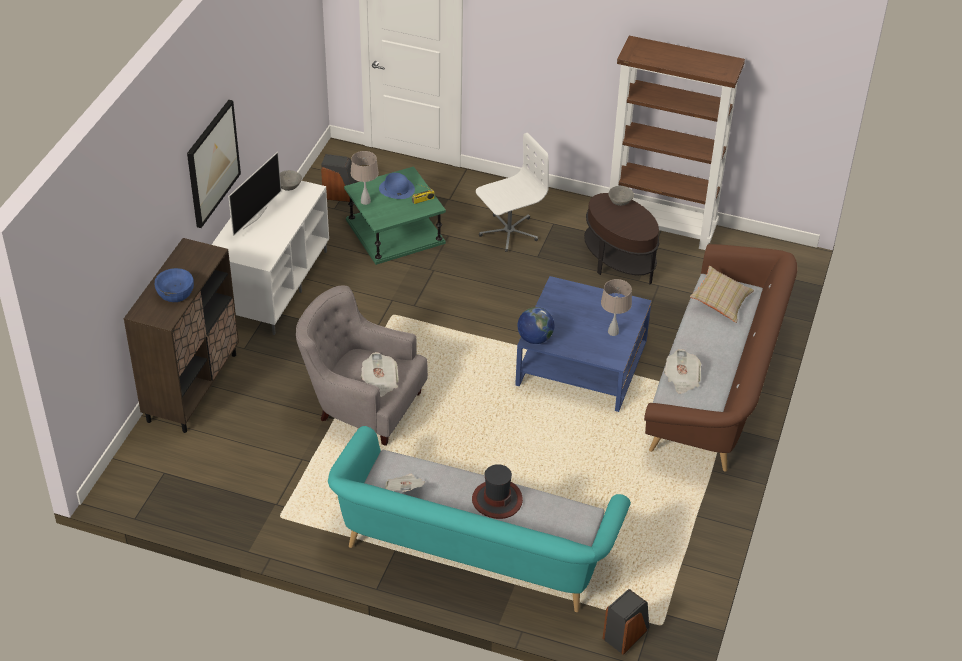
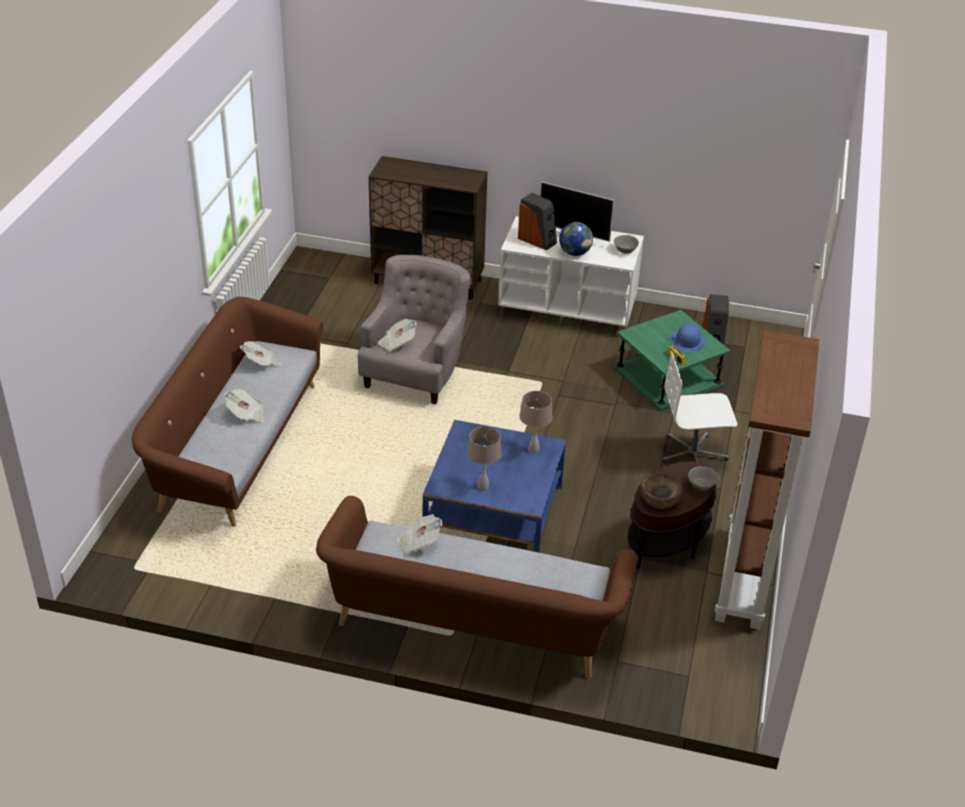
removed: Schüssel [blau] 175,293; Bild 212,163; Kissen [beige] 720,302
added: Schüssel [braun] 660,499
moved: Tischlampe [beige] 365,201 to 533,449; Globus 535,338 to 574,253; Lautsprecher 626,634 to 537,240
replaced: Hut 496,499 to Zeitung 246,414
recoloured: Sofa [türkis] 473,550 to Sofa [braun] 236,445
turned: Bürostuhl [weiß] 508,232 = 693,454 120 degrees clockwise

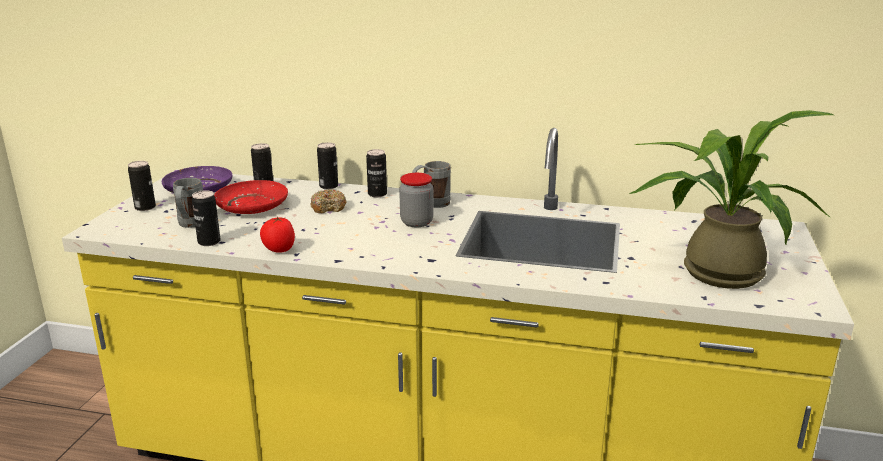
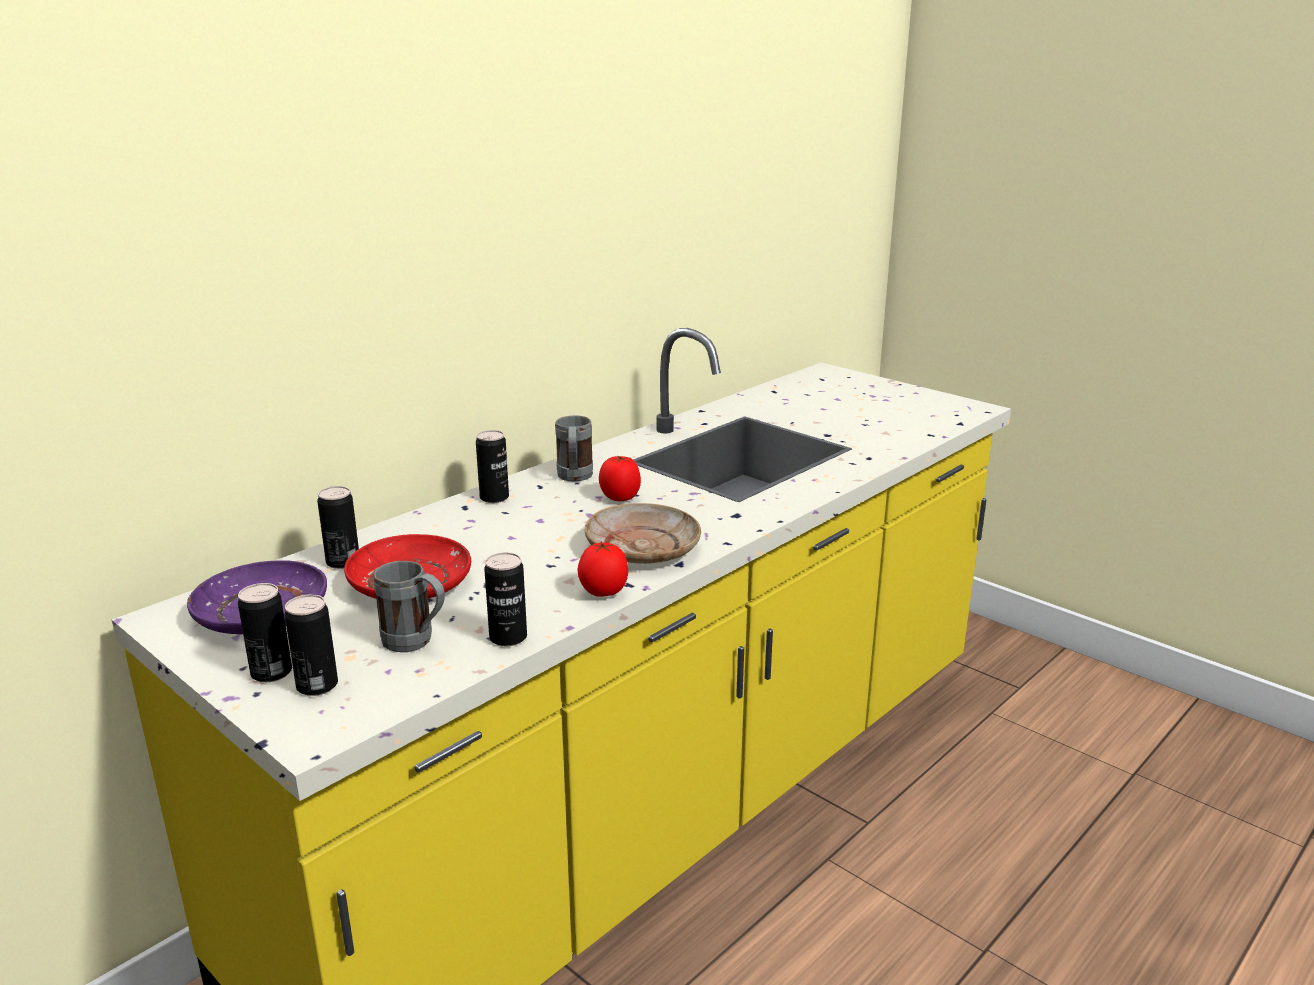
removed: Donut 328,207; Topfpflanze 713,270
added: Teller [beige] 642,548
moved: Dose 328,186 to 317,685
replaced: Vorratsglas 416,222 to Tomate 620,498

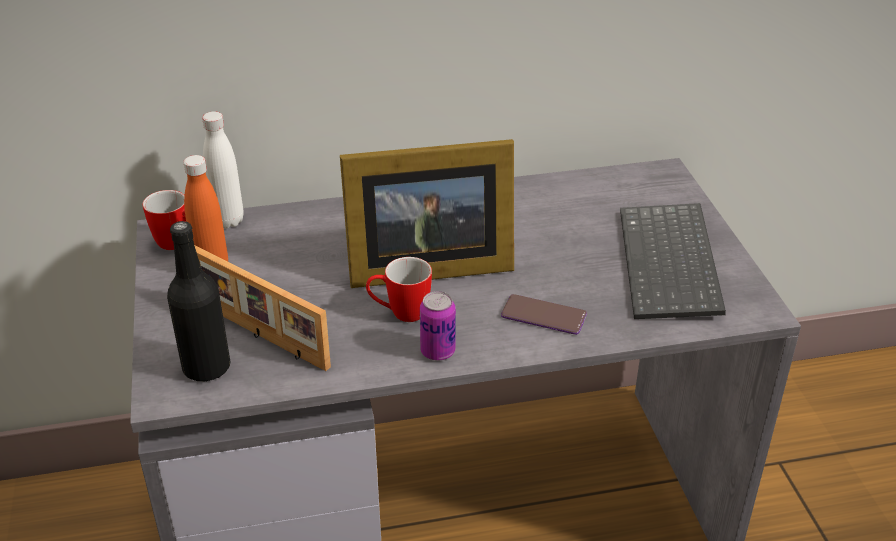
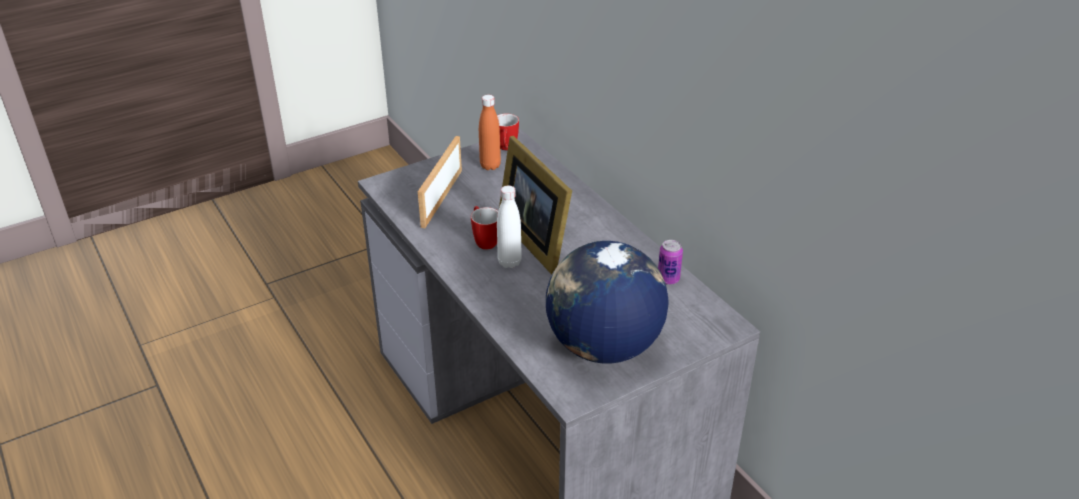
removed: Flasche [schwarz] 206,367; Handy 543,316
moved: Flasche [weiß] 228,221 to 509,262; Dose 437,351 to 668,279
replaced: Tastatur 672,265 to Globus 603,346

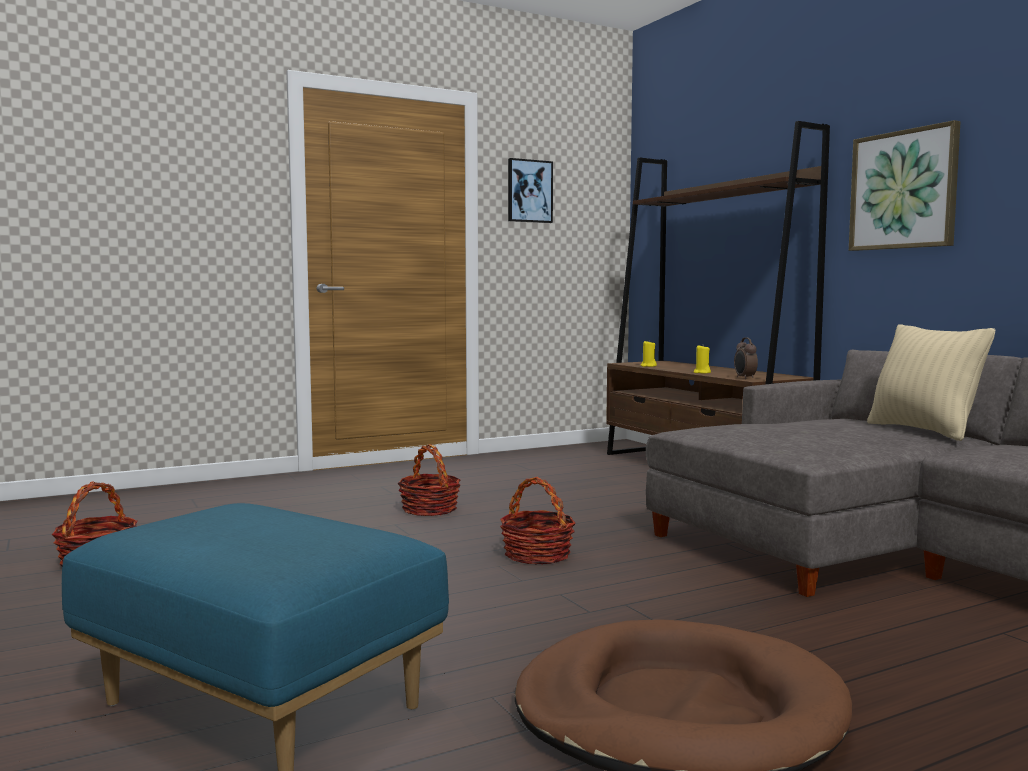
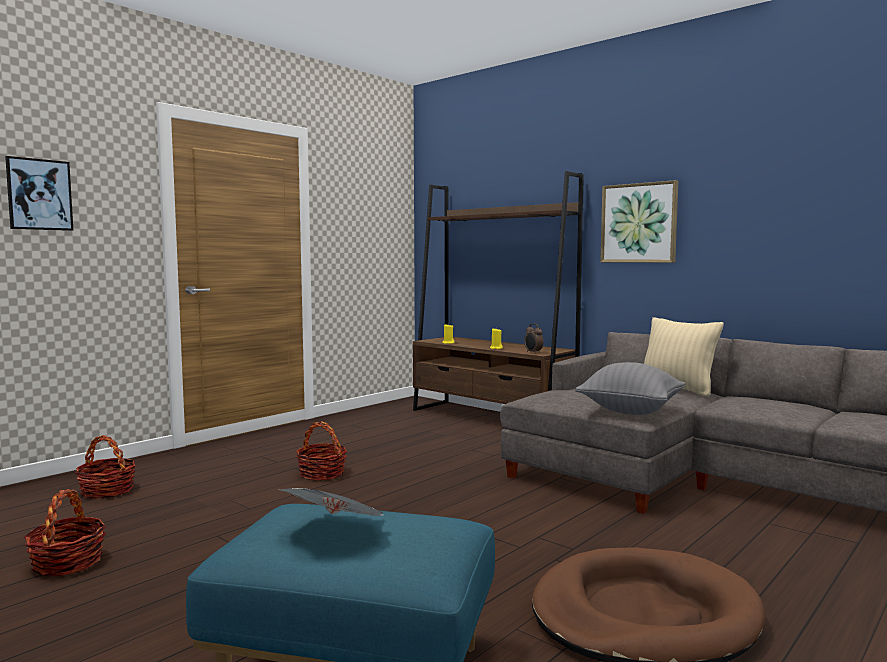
added: Zeitung 337,532; Kissen [grau] 630,411
moved: Korb 537,555 to 107,491; Bild 529,191 to 39,194

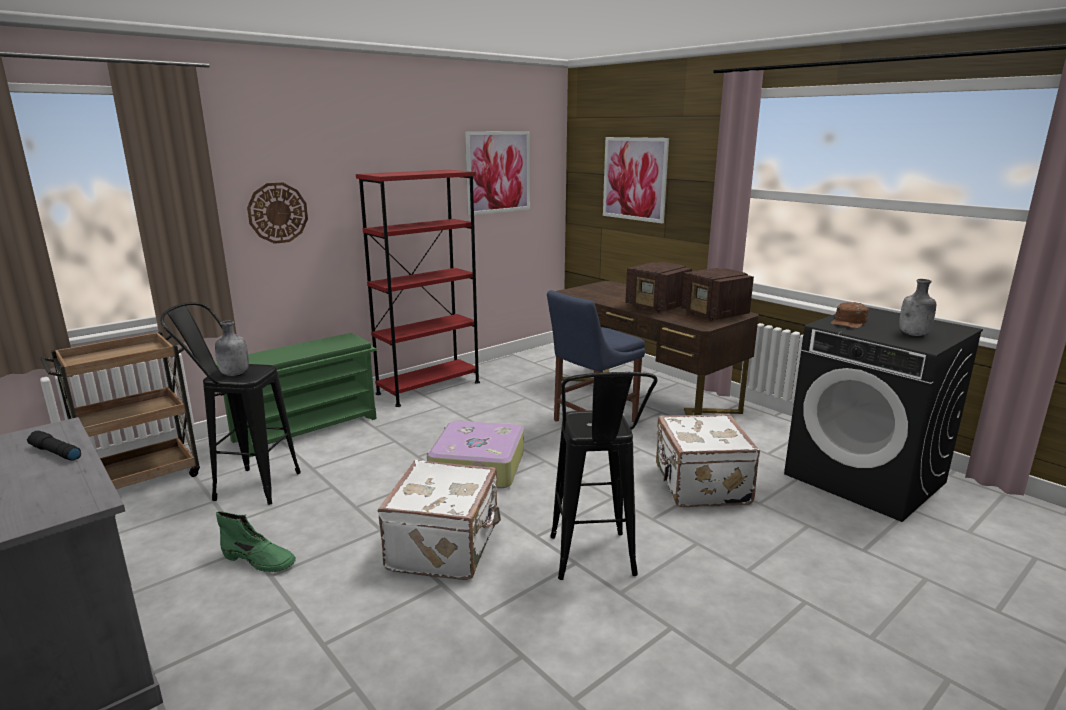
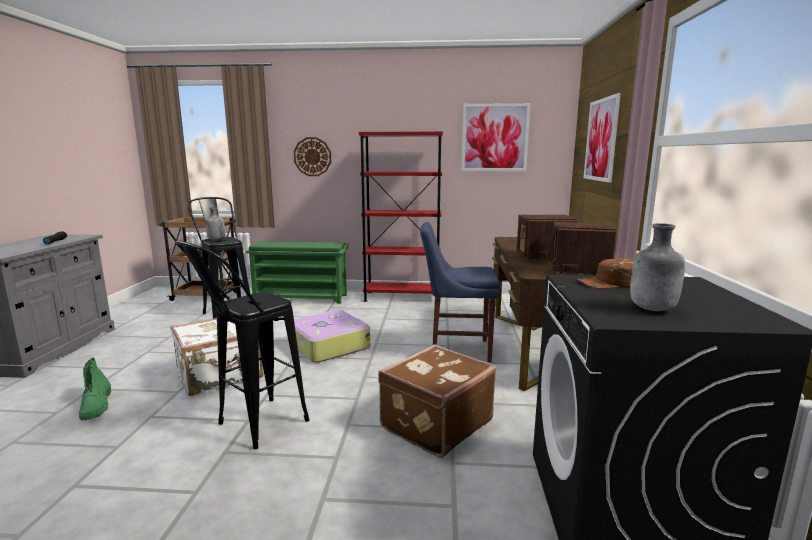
moved: Stiefel [grün] 259,560 to 96,406
recoloured: Koffer [weiß] 700,485 to Koffer [braun] 434,423

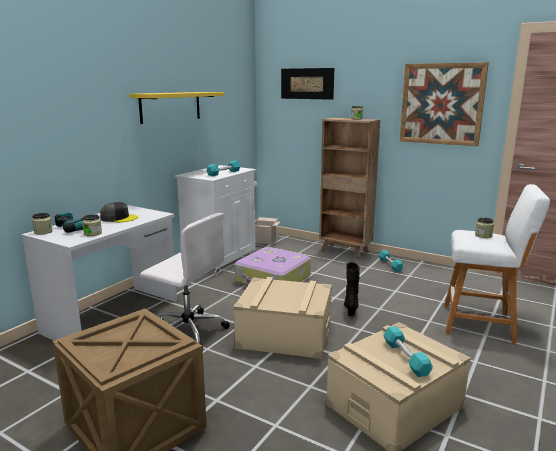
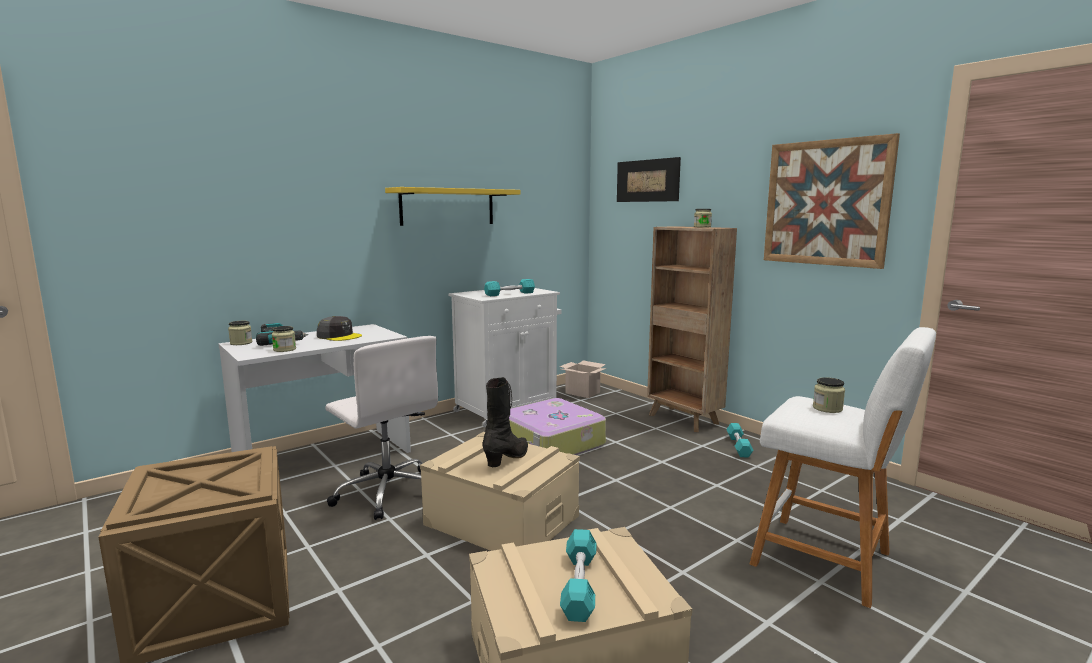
moved: Stiefel [schwarz] 351,309 to 508,458

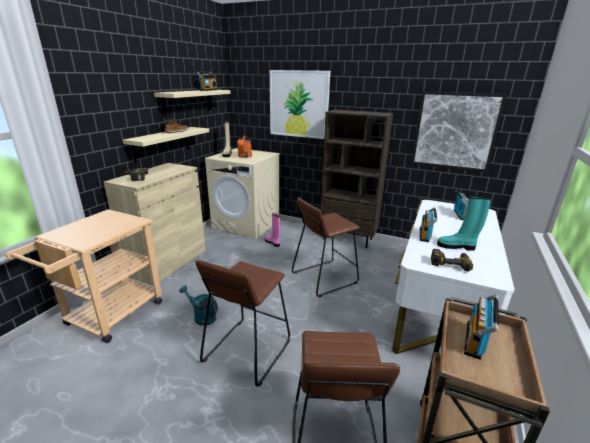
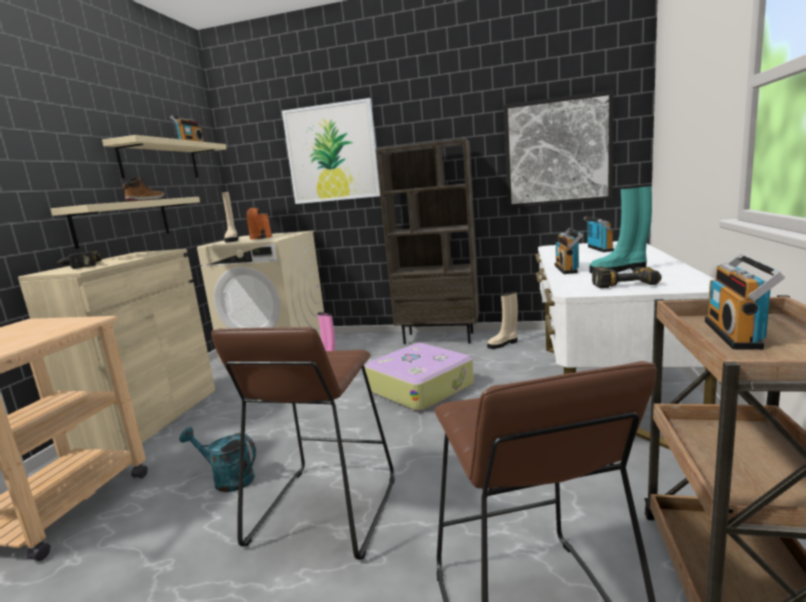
added: Stiefel [beige] 503,344
replaced: Hocker [braun] 324,277 to Koffer 421,387

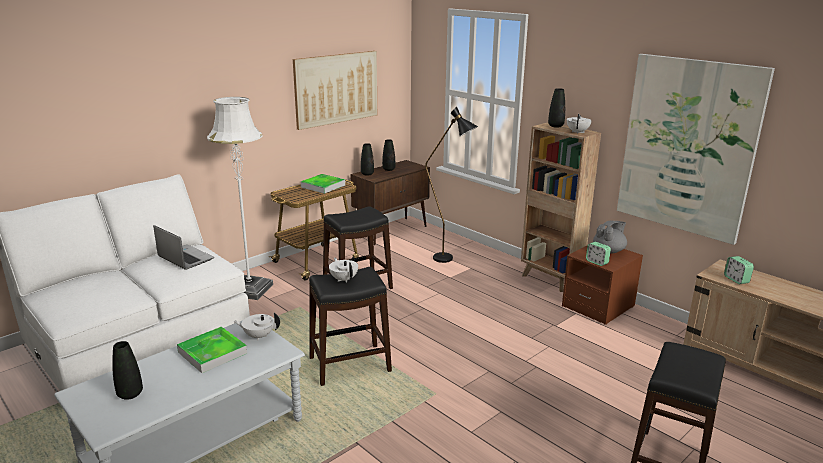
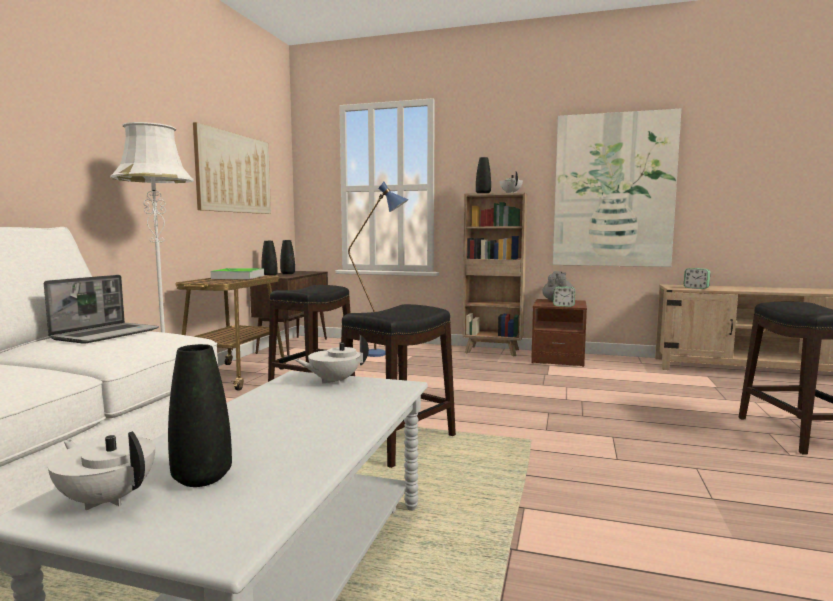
removed: Tablett 212,353
moved: Teekanne [weiß] 344,279 to 107,499
recoloured: Stehlampe [schwarz] 449,260 to Stehlampe [blau] 383,354
turned: Laptop 184,258 = 106,334 105 degrees clockwise

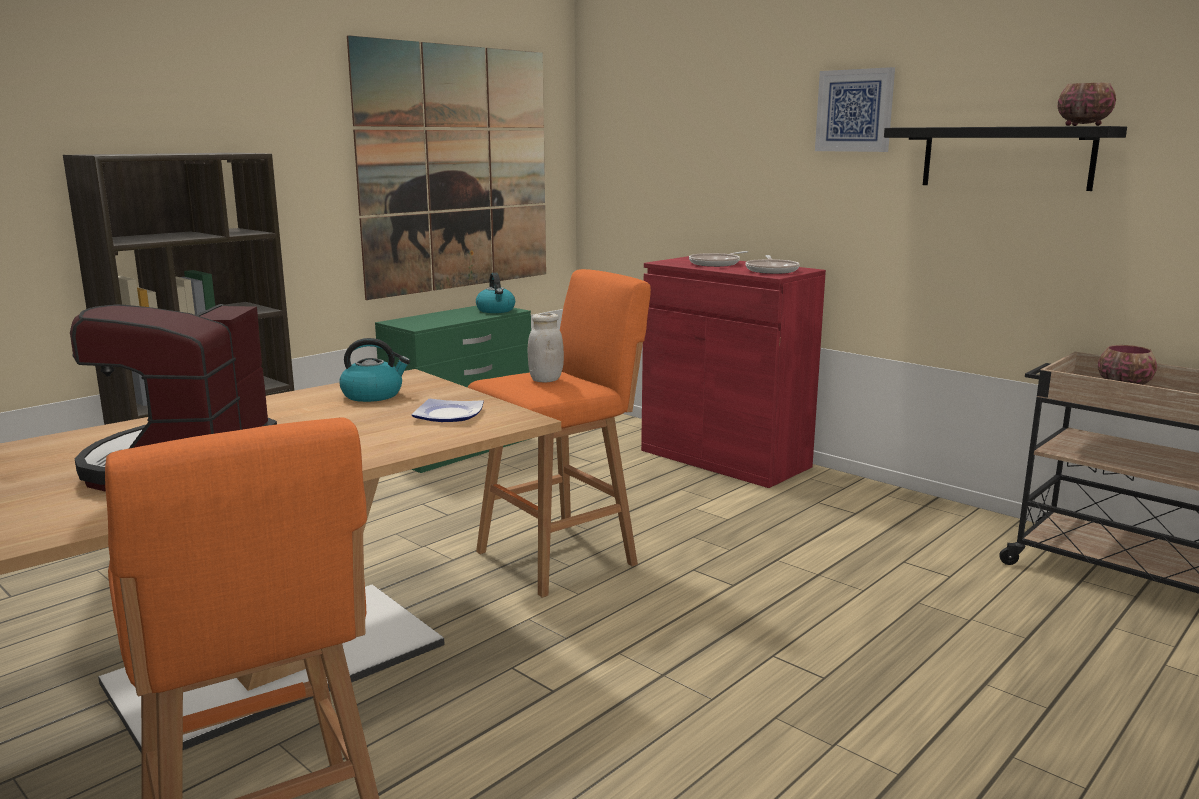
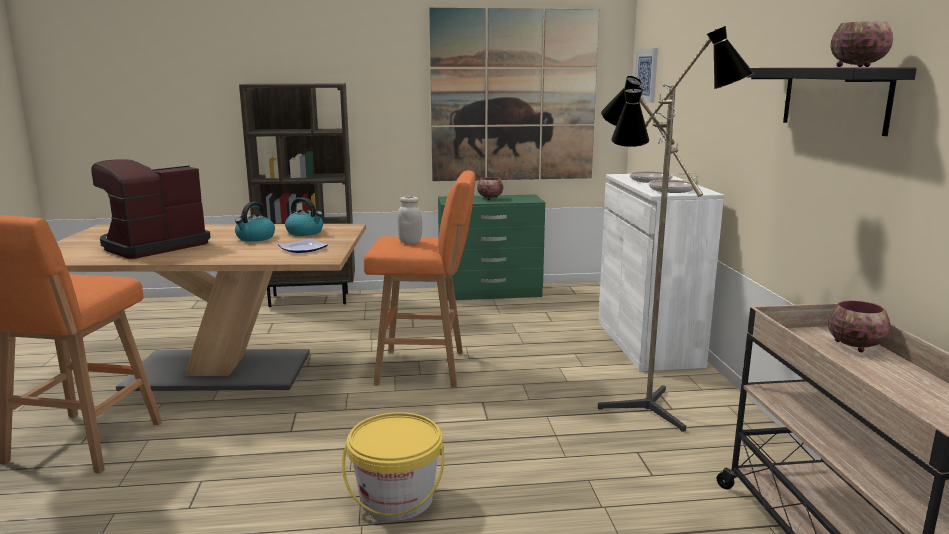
added: Eimer [gelb] 397,499; Schüssel 490,198; Stehlampe 641,412
moved: Wasserkessel 496,310 to 255,238; Bild 854,110 to 646,75
recoloured: Schrank [rot] 724,458 to Schrank [weiß] 648,343

